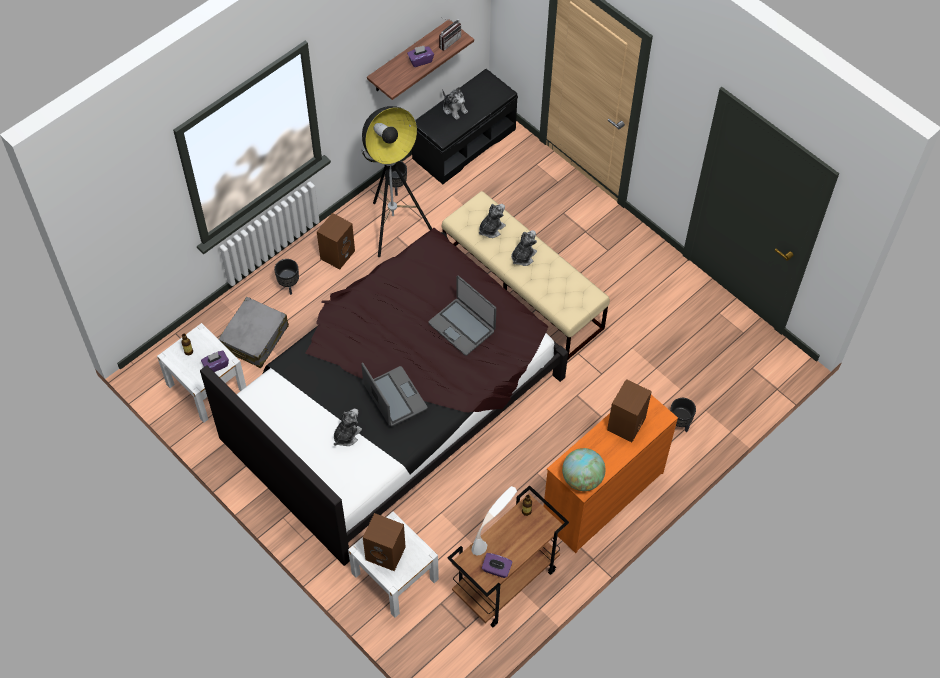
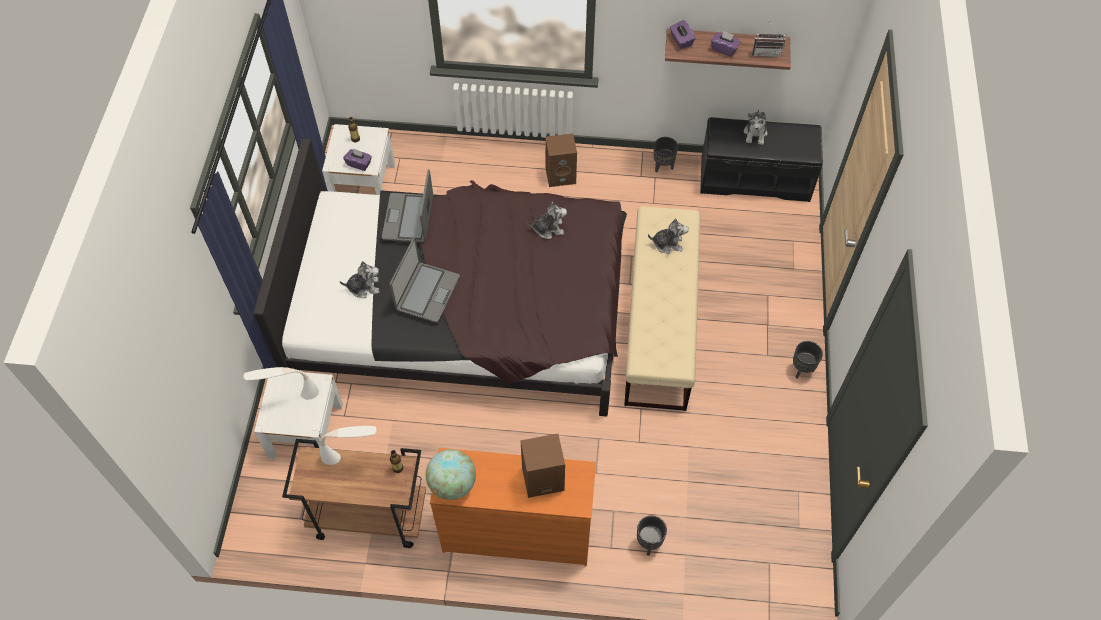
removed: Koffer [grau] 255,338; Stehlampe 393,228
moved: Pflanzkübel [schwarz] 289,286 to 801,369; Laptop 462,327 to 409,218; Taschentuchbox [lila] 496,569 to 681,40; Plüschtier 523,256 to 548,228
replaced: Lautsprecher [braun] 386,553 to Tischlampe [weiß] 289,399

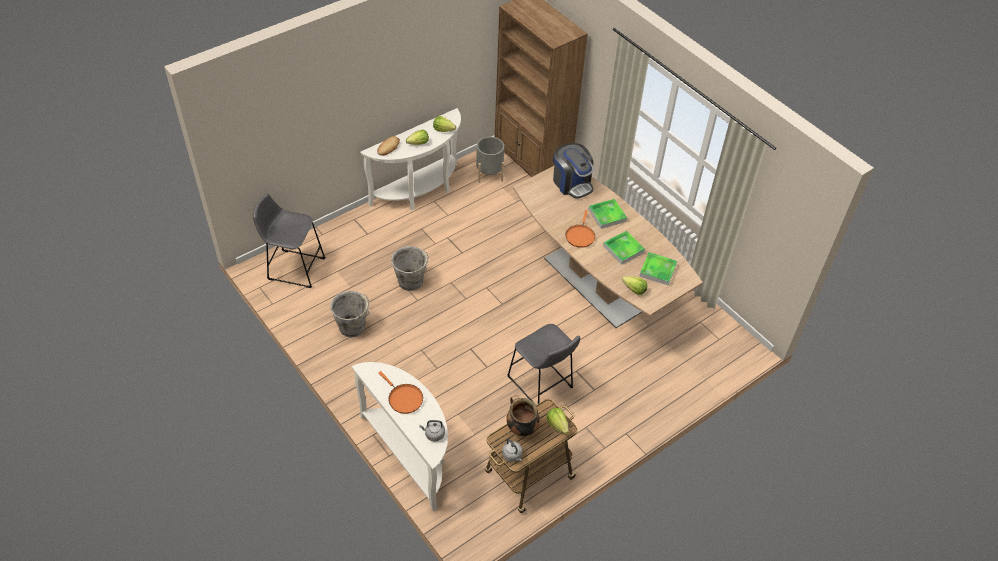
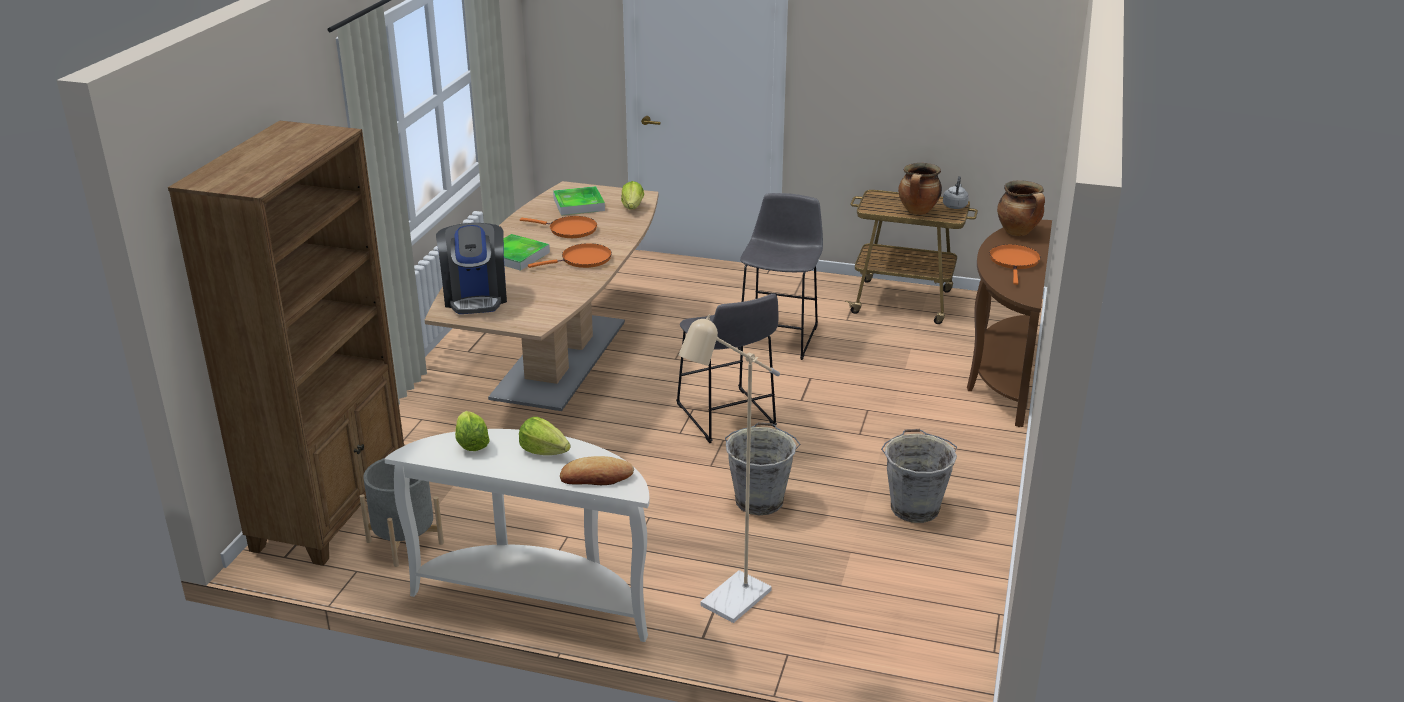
removed: Salatkopf 557,425
added: Stehlampe [beige] 728,605
moved: Hocker [grau] 293,268 to 727,418
replaced: Wasserkessel [grau] 433,434 to Kochtopf 1019,232; Tablett 623,249 to Pfanne [orange] 569,230
recoloured: Konsolentisch [weiß] 410,454 to Konsolentisch [braun] 1002,374
turned: Kaffeemaschine 572,183 = 475,297 150 degrees clockwise

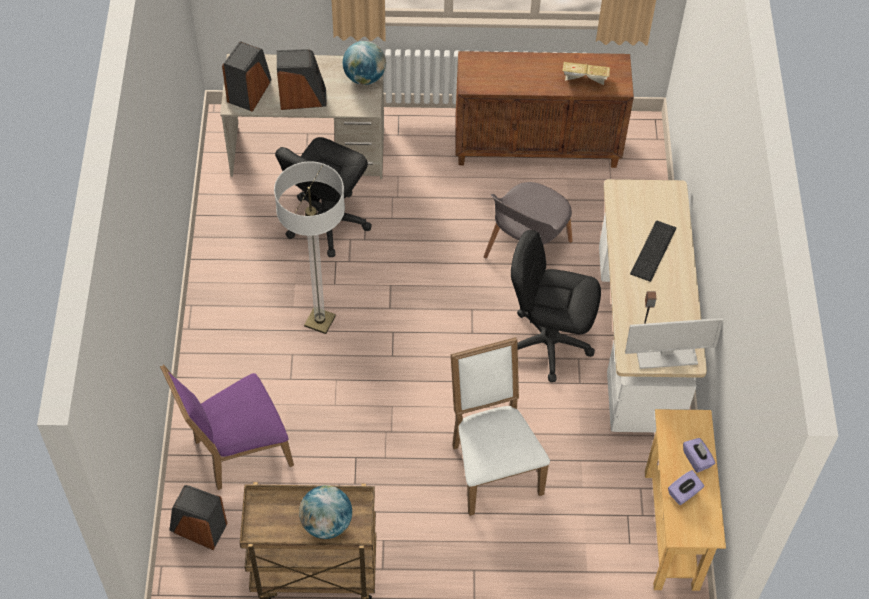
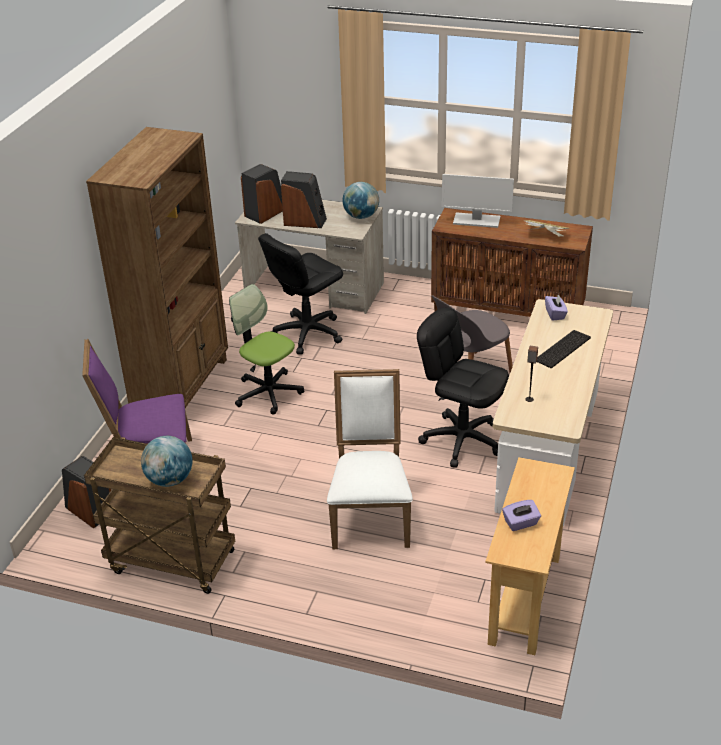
added: Bücherregal [braun] 182,385
moved: Monitor 665,355 to 476,221; Taschentuchbox [lila] 697,459 to 555,314
replaced: Stehlampe 320,321 to Bürostuhl 268,393

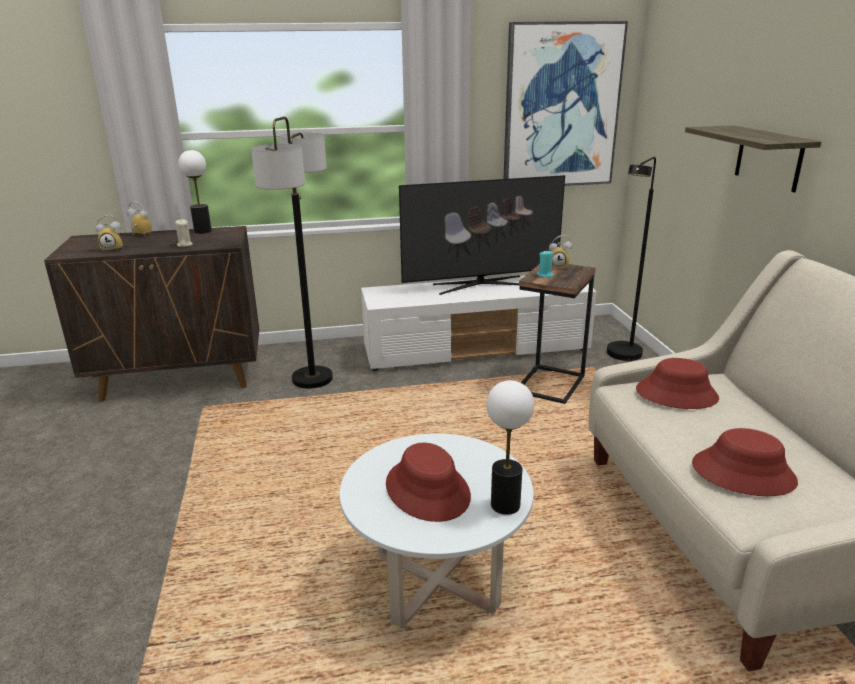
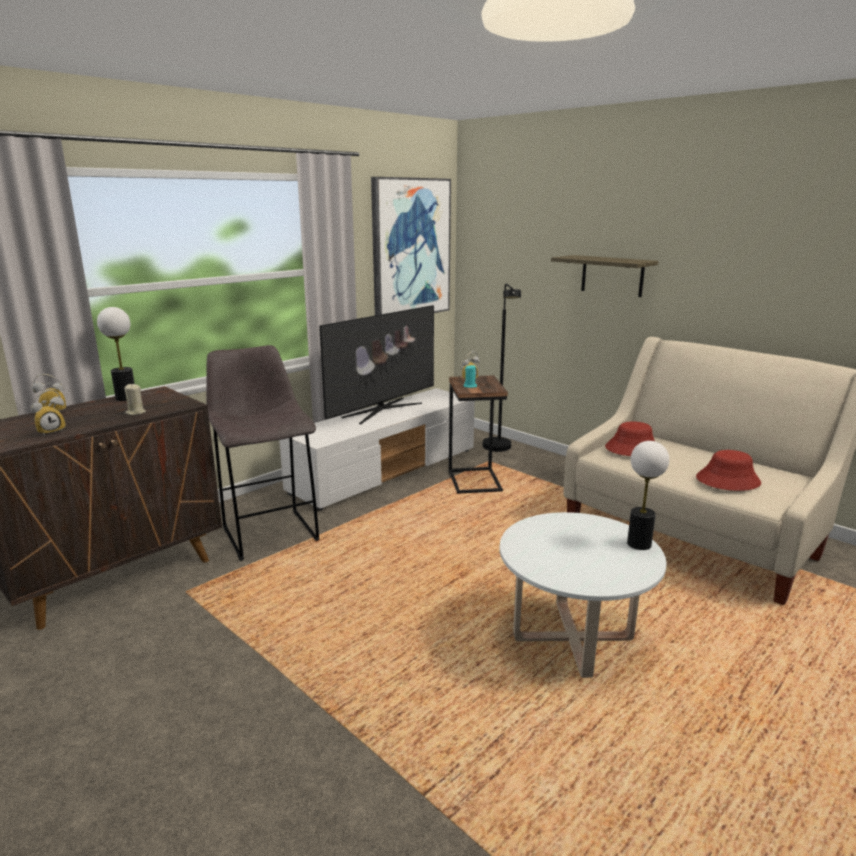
removed: Hut [rot] 428,490
replaced: Stehlampe 312,378 to Hocker [grau] 269,533

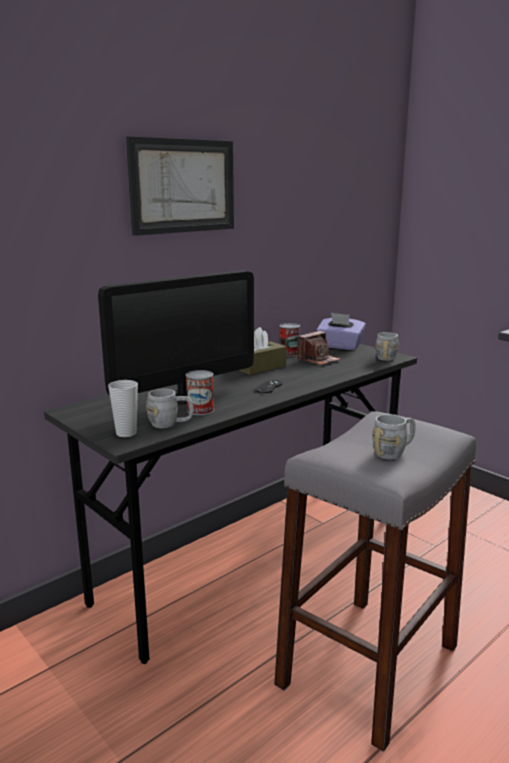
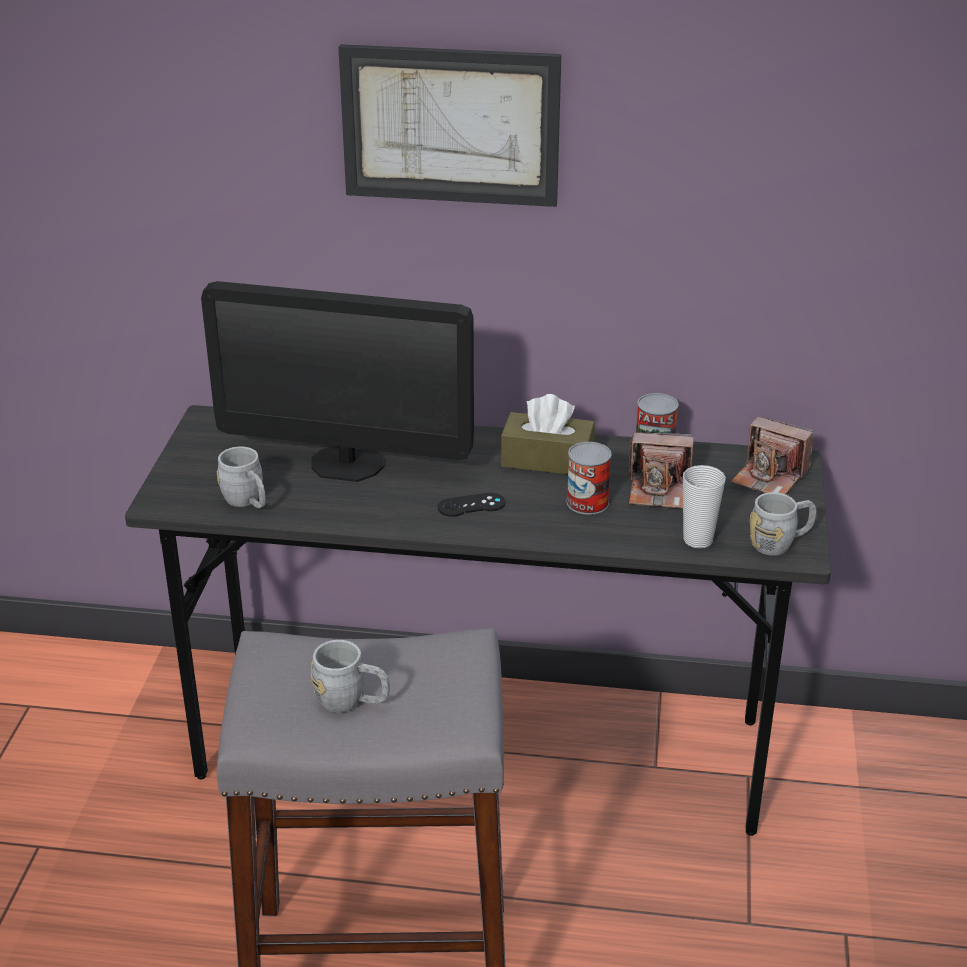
moved: Tasse 126,433 to 698,540; Dose 200,410 to 587,502
replaced: Taschentuchbox [lila] 340,346 to Kamera 769,477

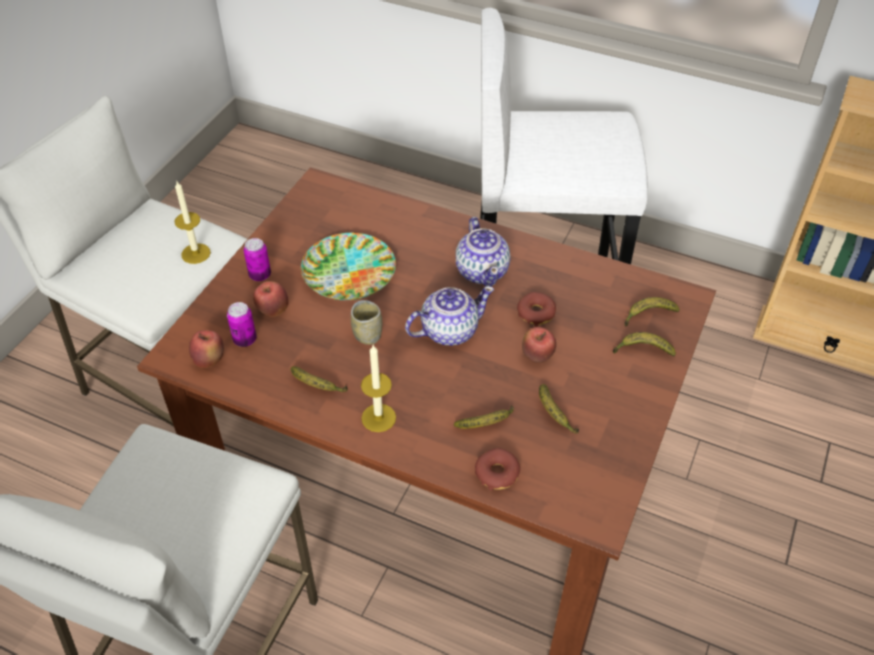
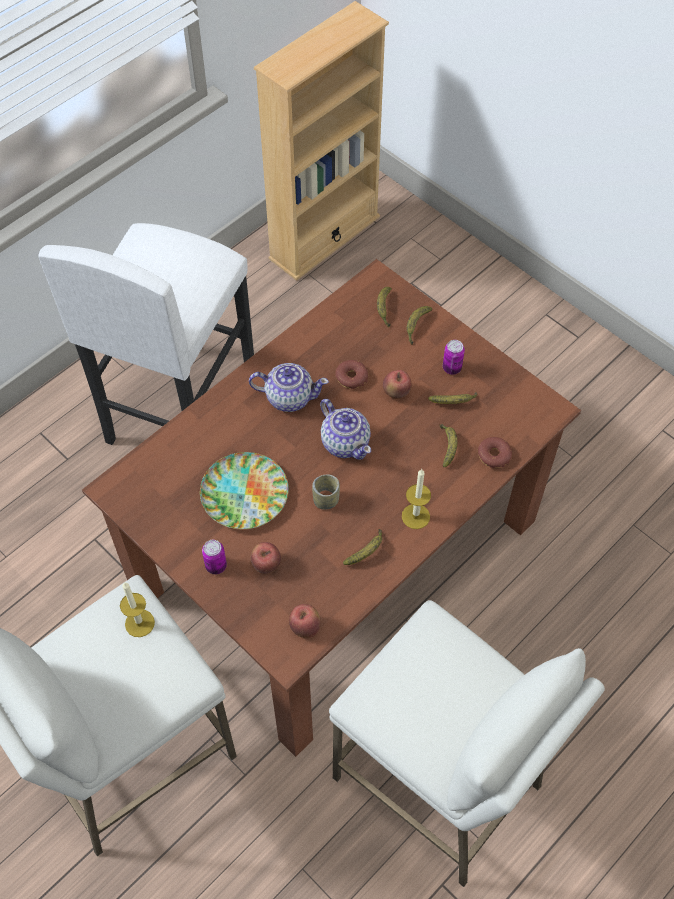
moved: Dose 245,340 to 452,368
turned: Teekanne 448,331 = 345,442 150 degrees clockwise

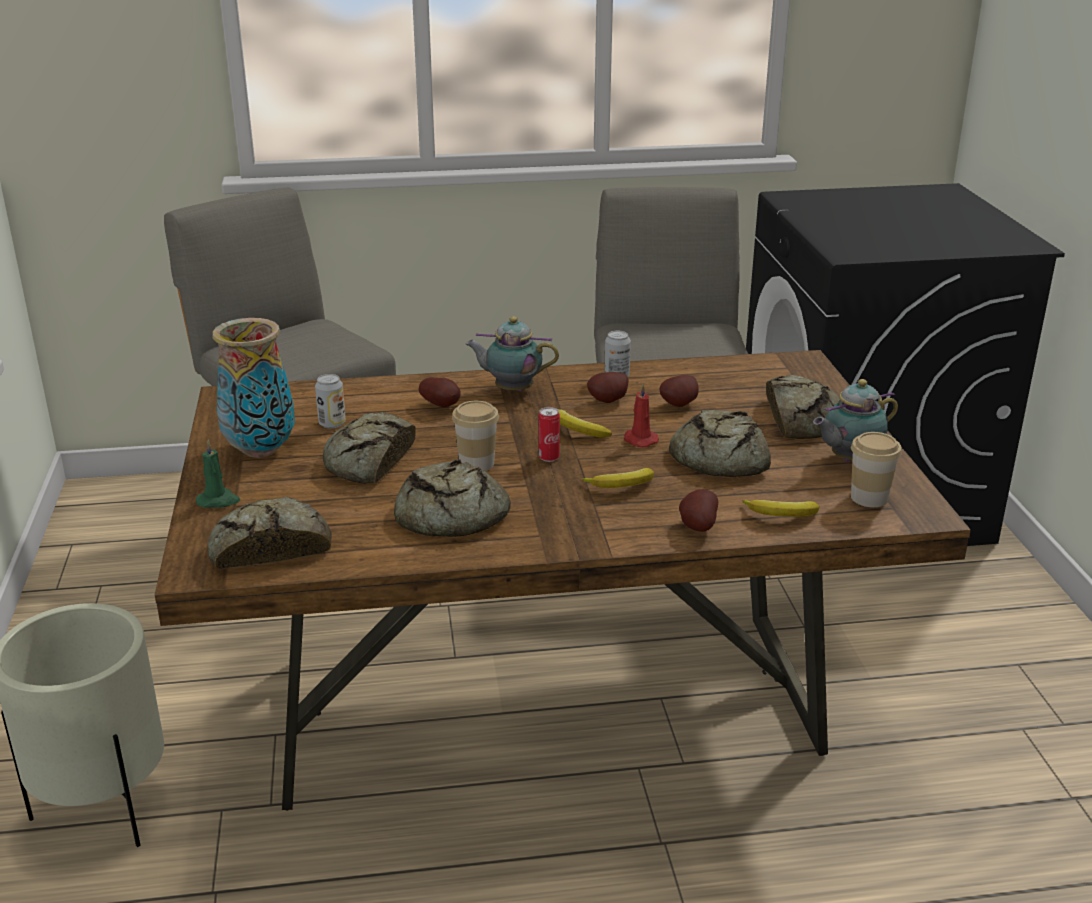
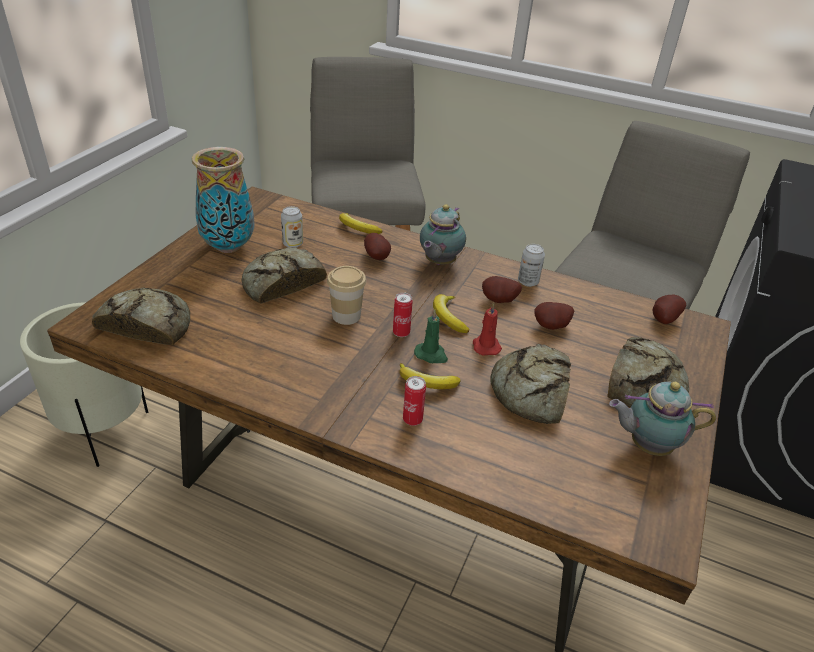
removed: Brot 449,516; Tasse 869,498
added: Dose 412,420
moved: Kerze [grün] 218,501 to 431,355; Kartoffel 696,526 to 663,319; Banane 781,515 to 357,228
turned: Teekanne 511,390 = 438,263 105 degrees counterclockwise

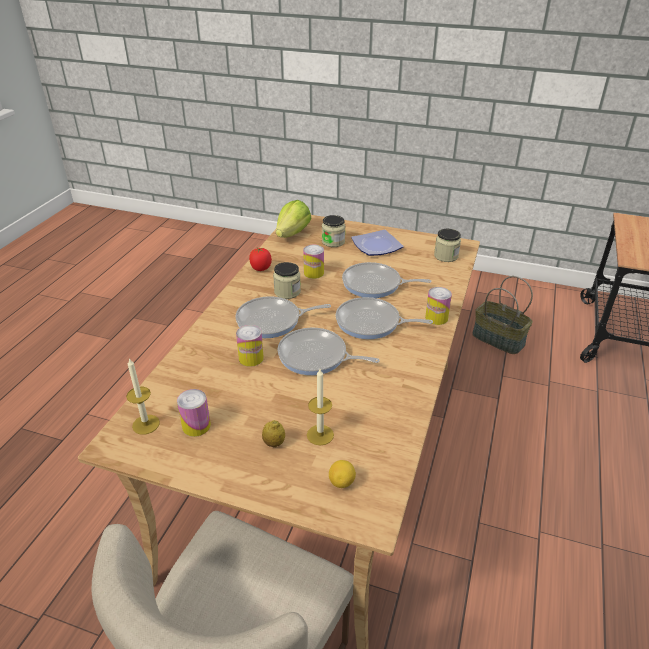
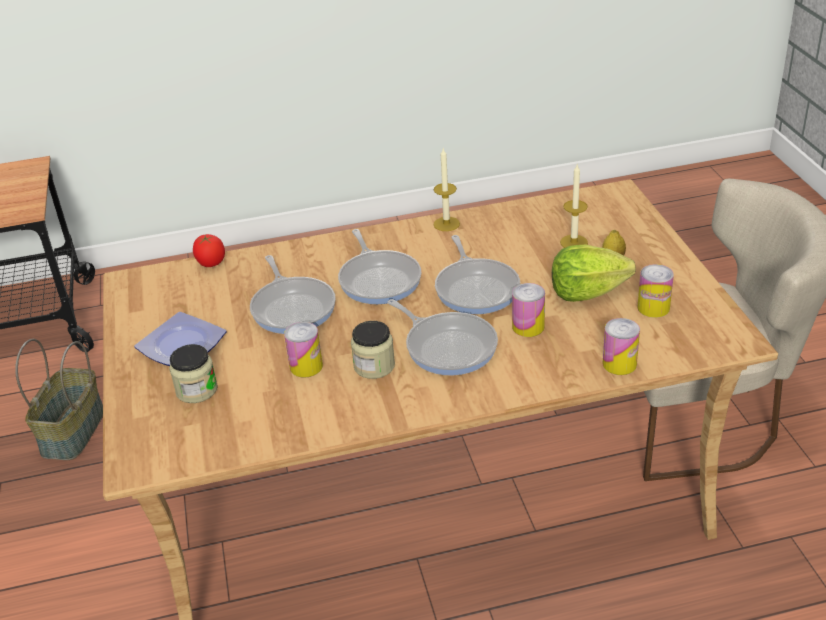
removed: Zitrone 342,482; Vorratsglas 446,256
moved: Kerze 146,424 to 446,224; Tomate 261,268 to 211,263; Salatkopf 292,234 to 587,292; Dose 436,318 to 619,364

